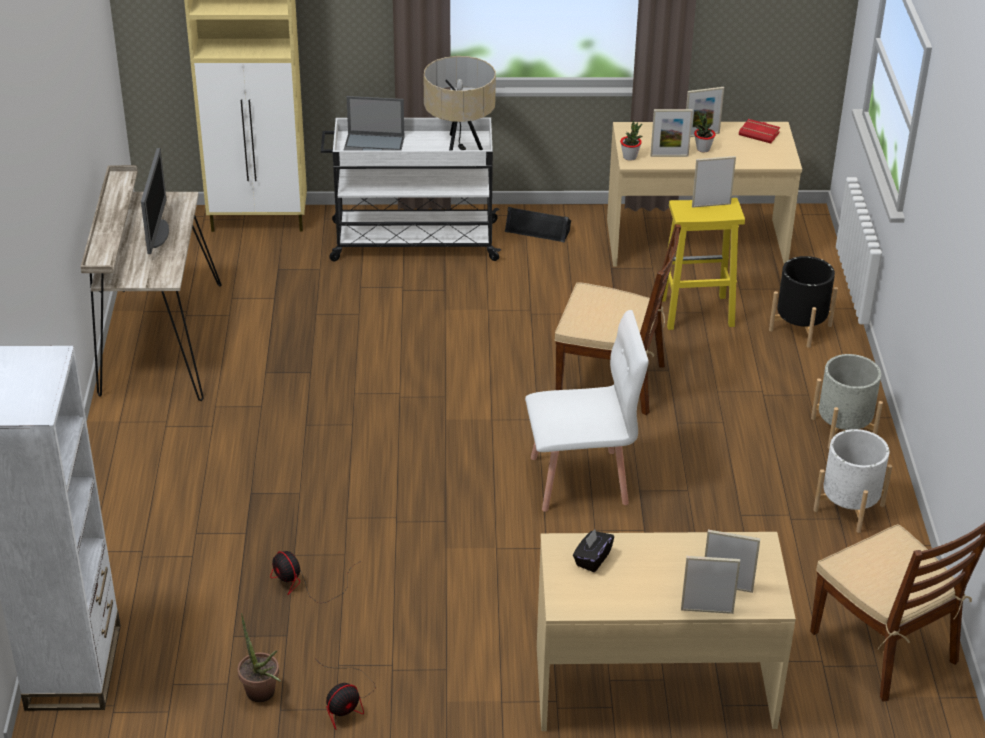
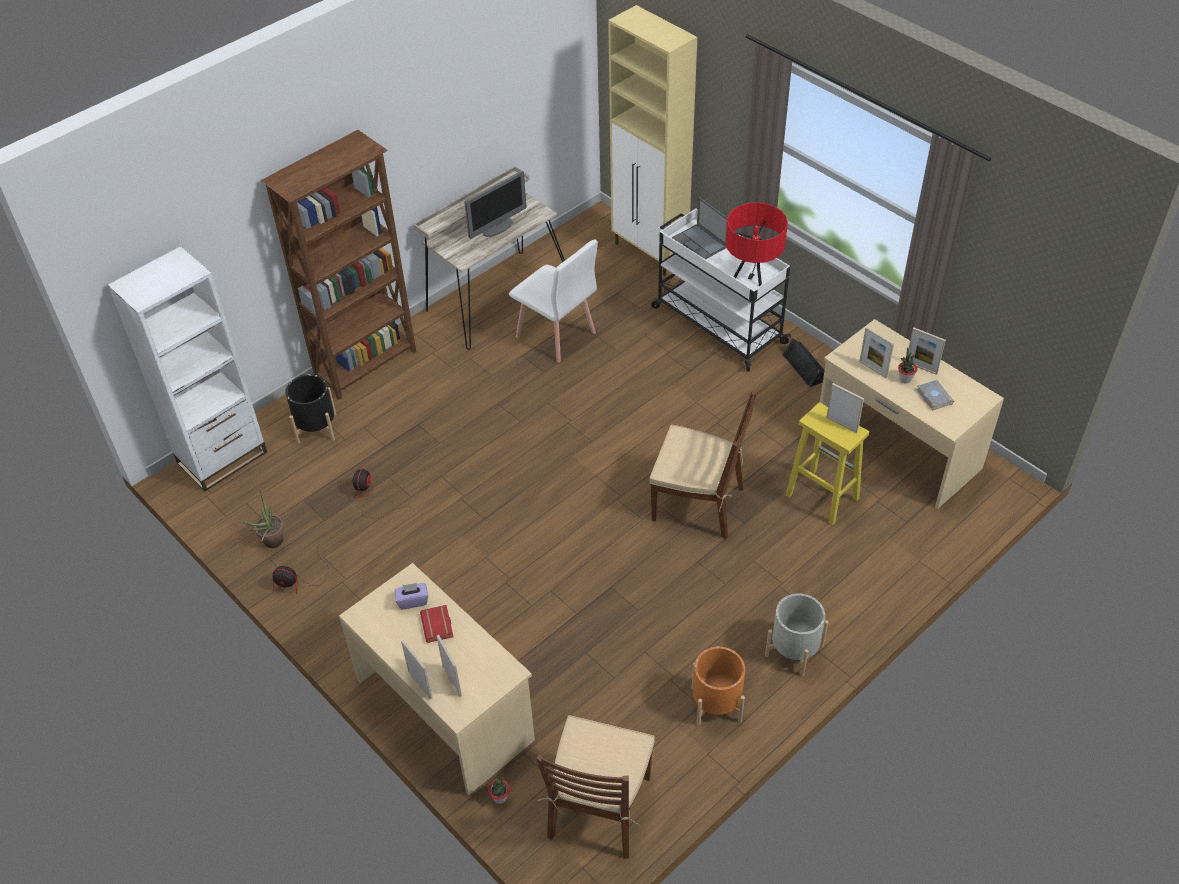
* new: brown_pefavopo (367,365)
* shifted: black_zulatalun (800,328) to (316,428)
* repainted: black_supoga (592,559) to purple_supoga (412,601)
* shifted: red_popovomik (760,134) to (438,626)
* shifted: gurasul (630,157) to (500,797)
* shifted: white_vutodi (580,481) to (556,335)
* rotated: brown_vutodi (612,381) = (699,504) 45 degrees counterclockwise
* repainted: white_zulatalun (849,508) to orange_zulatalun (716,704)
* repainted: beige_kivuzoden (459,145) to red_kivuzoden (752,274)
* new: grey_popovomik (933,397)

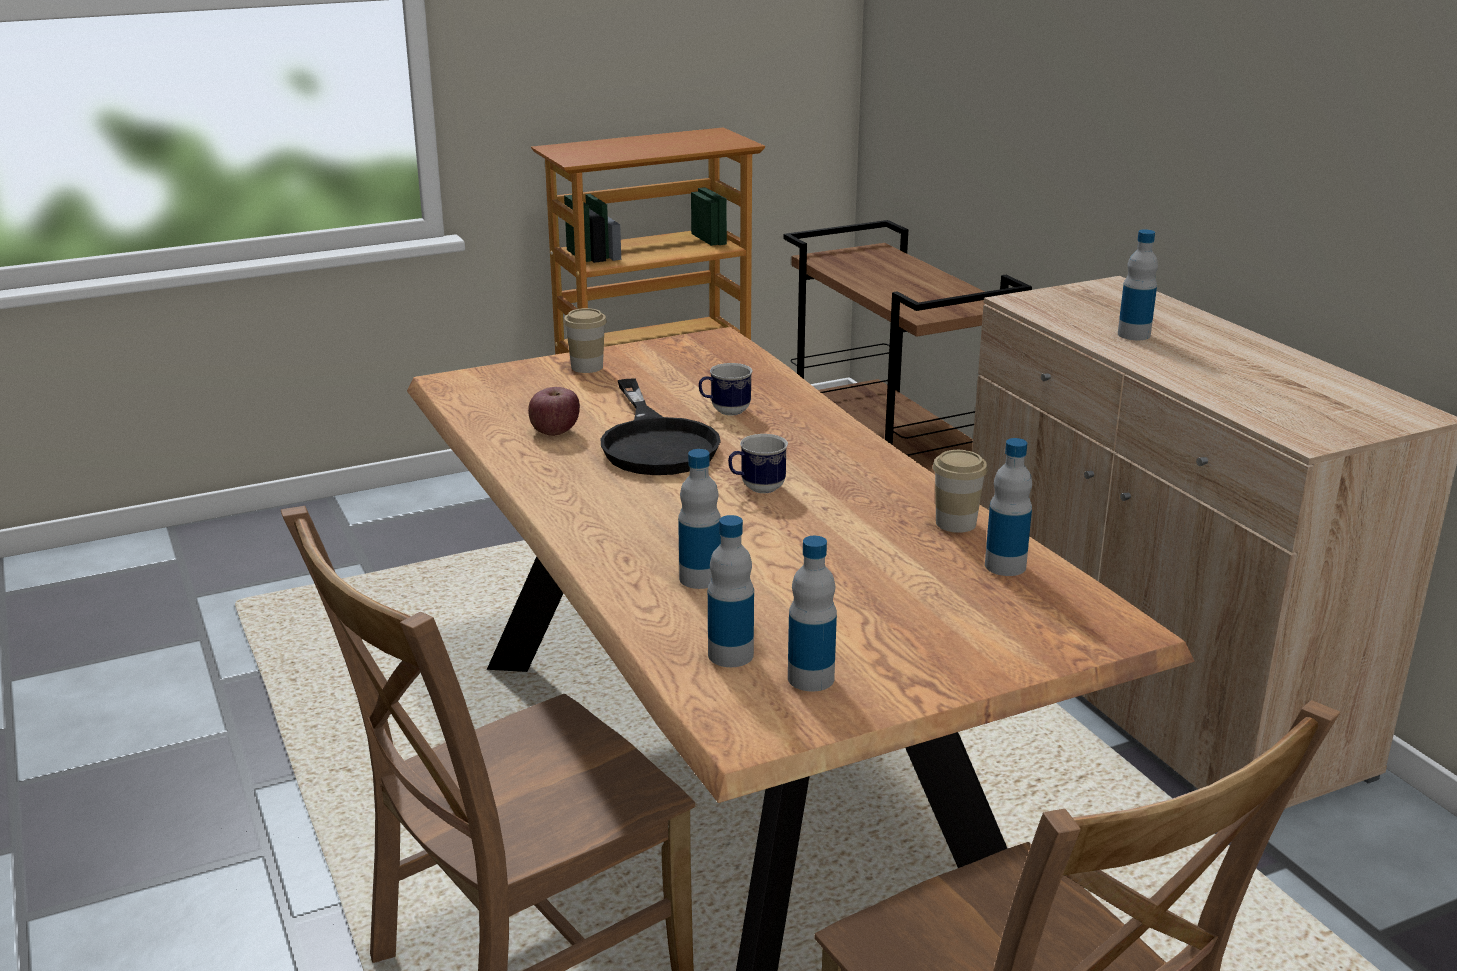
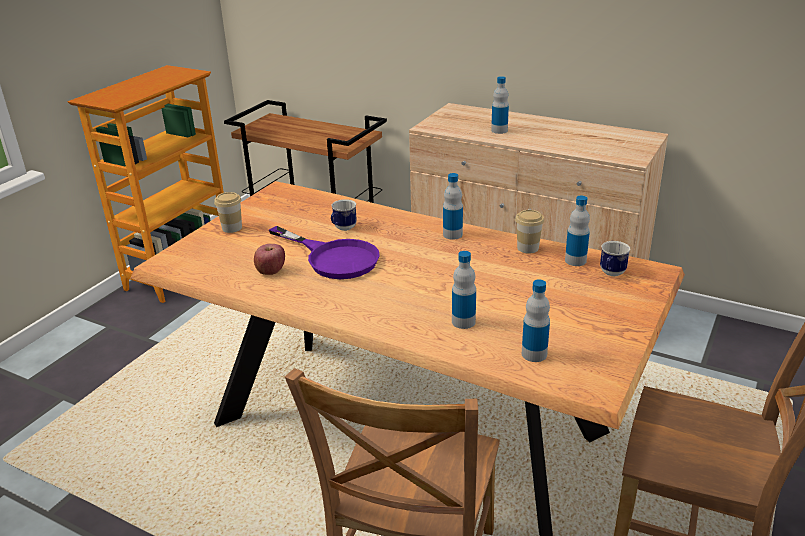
* repainted: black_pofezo (656,442) to purple_pofezo (334,258)
* shifted: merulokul (811,678) to (452,234)
* shifted: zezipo (756,488) to (611,274)

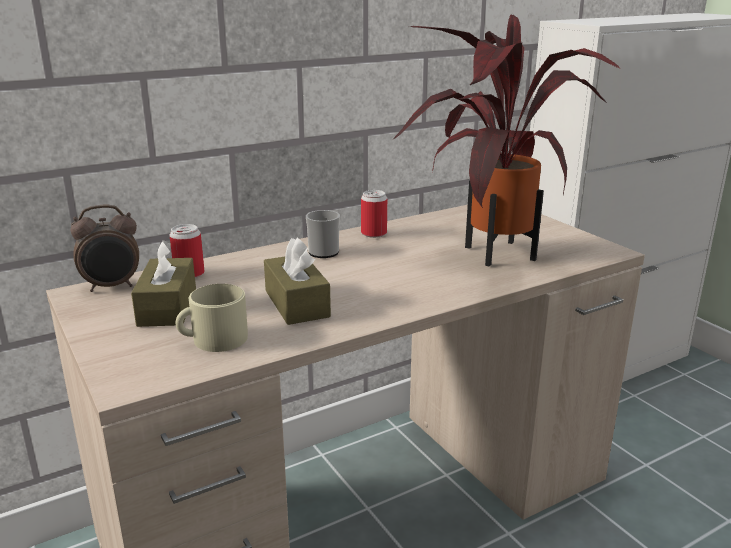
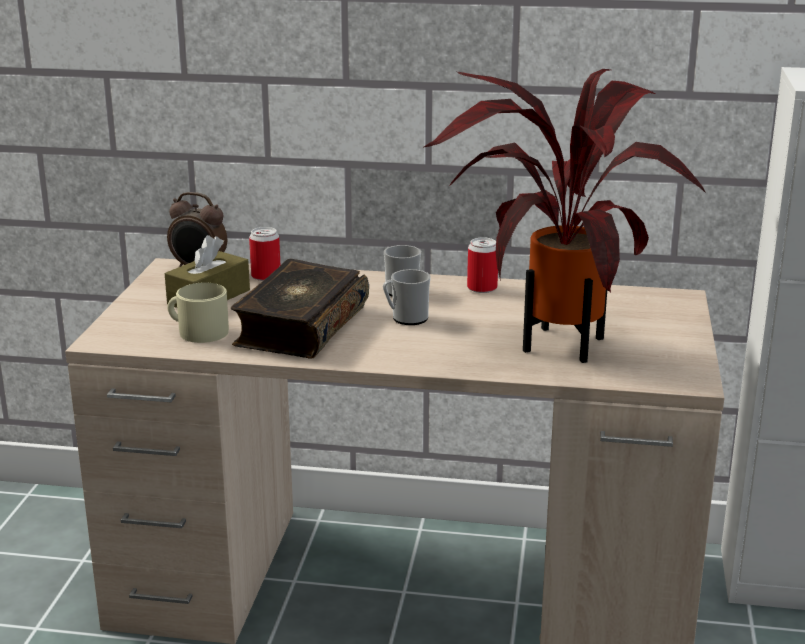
* swapped: brown_supoga (297,303) to popovomik (300,326)
* new: zezipo (406,318)

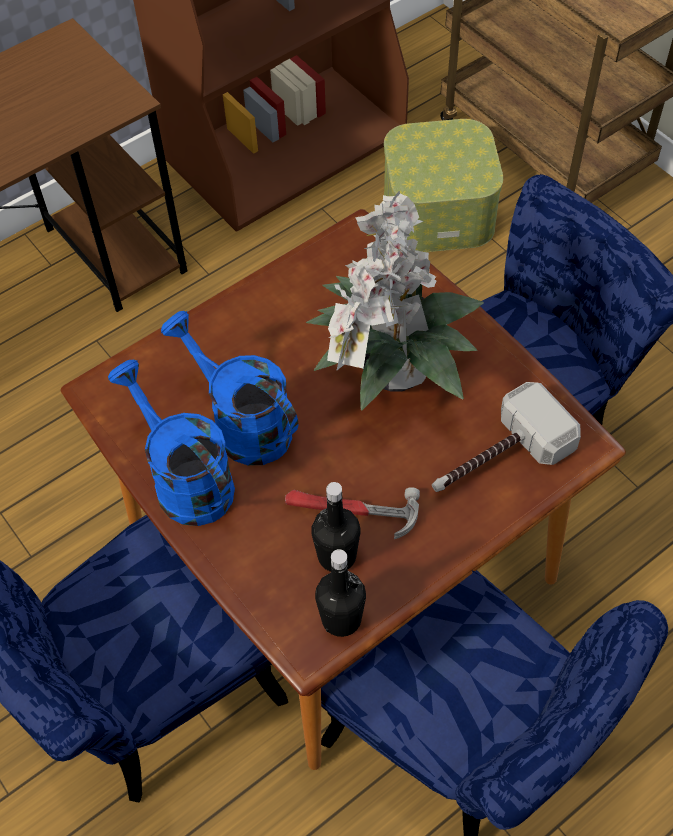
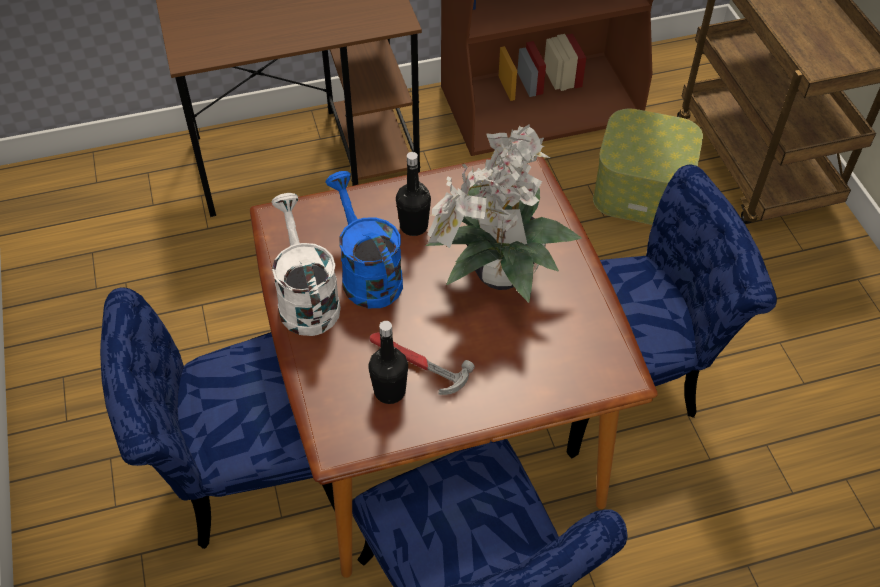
* repainted: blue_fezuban (185,479) to white_fezuban (306,299)
* shifted: black_merulokul (341,619) to (414,226)
* gone: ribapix (496,459)

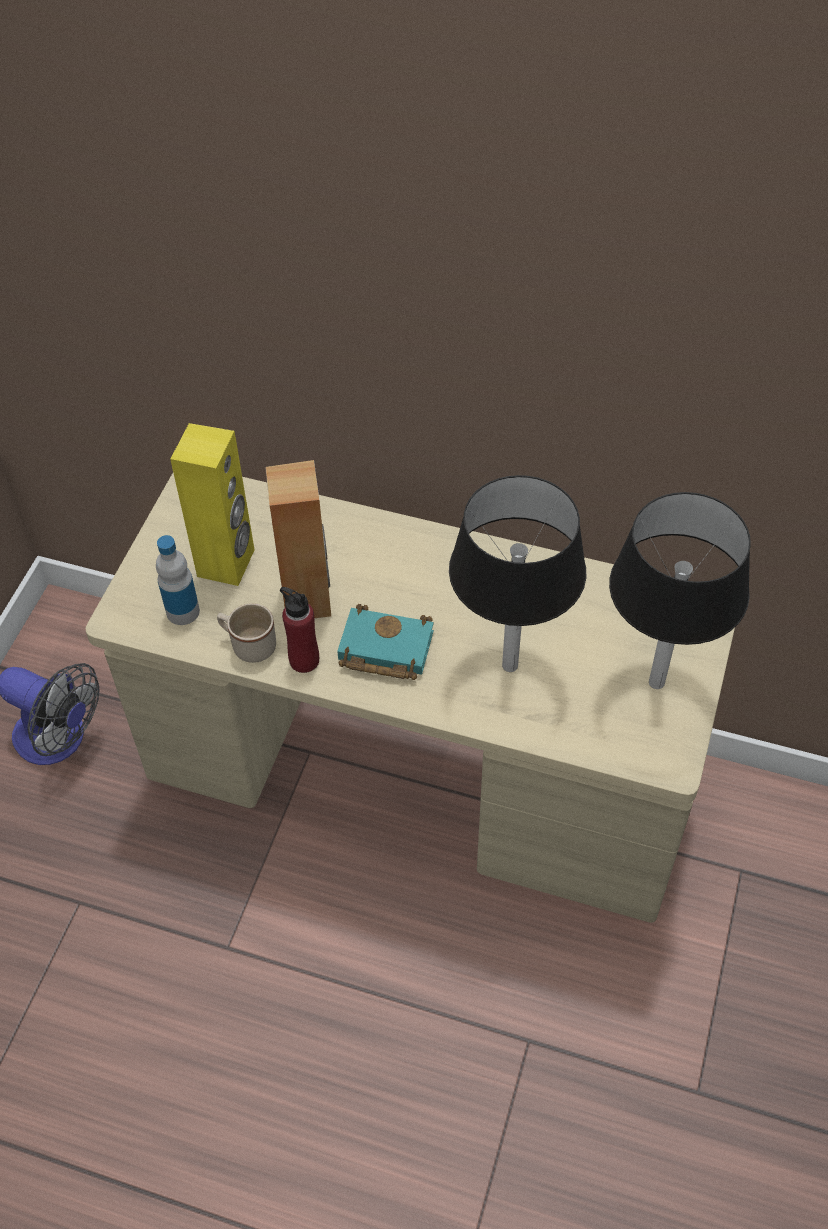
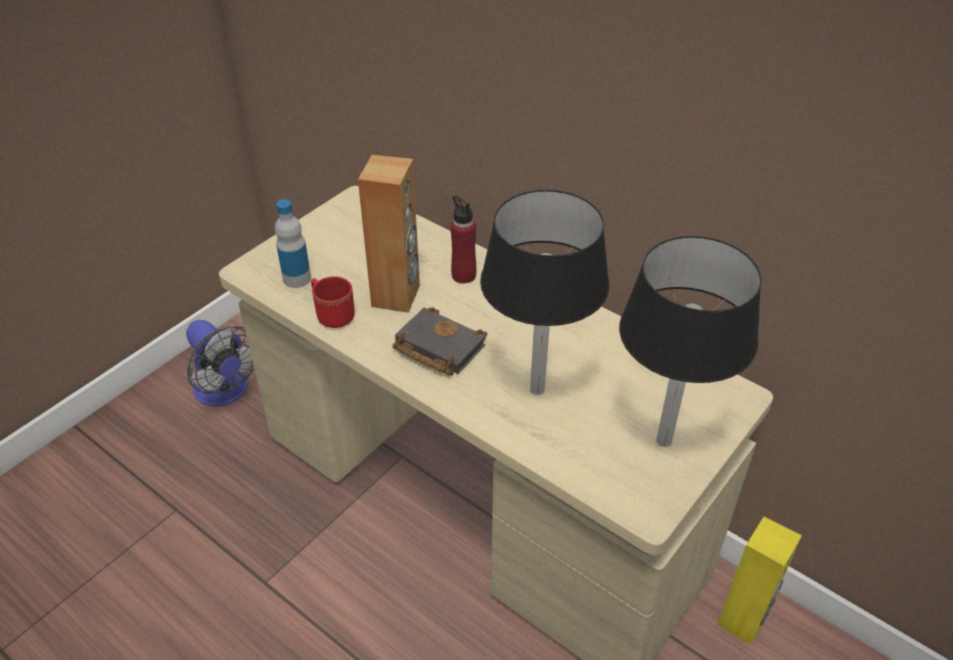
* repainted: beige_zezipo (248,645) to red_zezipo (332,314)
* repainted: turquoise_popovomik (382,649) to black_popovomik (436,347)
* shifted: red_merulokul (304,660) to (463,275)
* shifted: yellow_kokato (227,563) to (743,620)

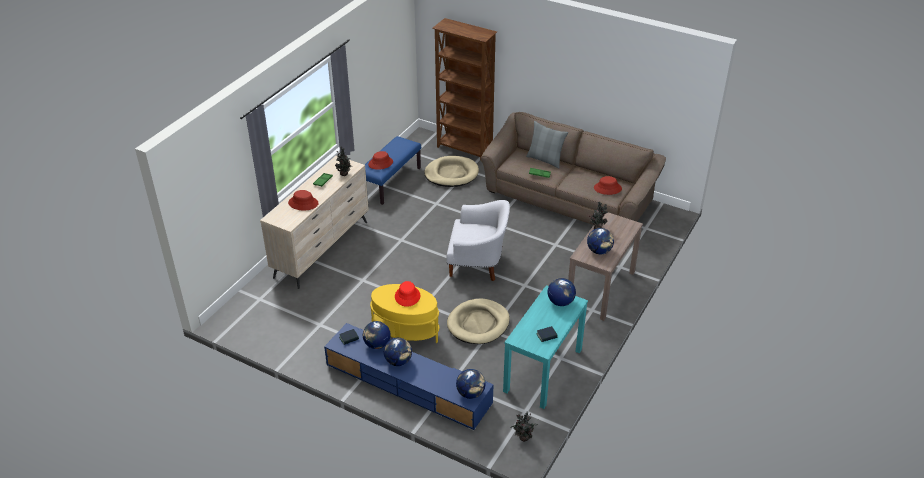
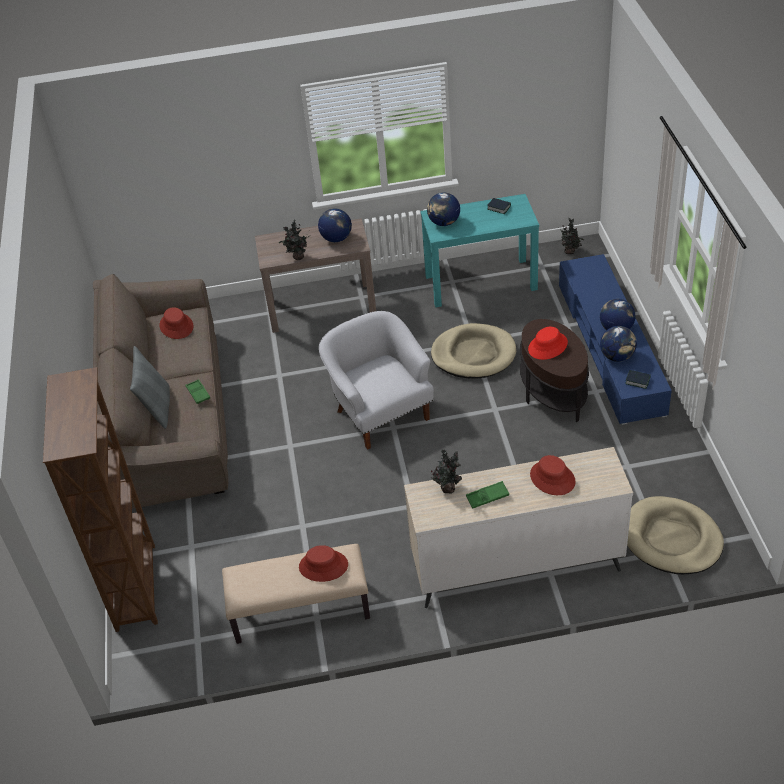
* repainted: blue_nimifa (390,182) to beige_nimifa (300,611)
* repainted: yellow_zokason (405,334) to brown_zokason (553,393)
* shifted: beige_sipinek (451,174) to (671,539)
* gone: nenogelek (470,393)

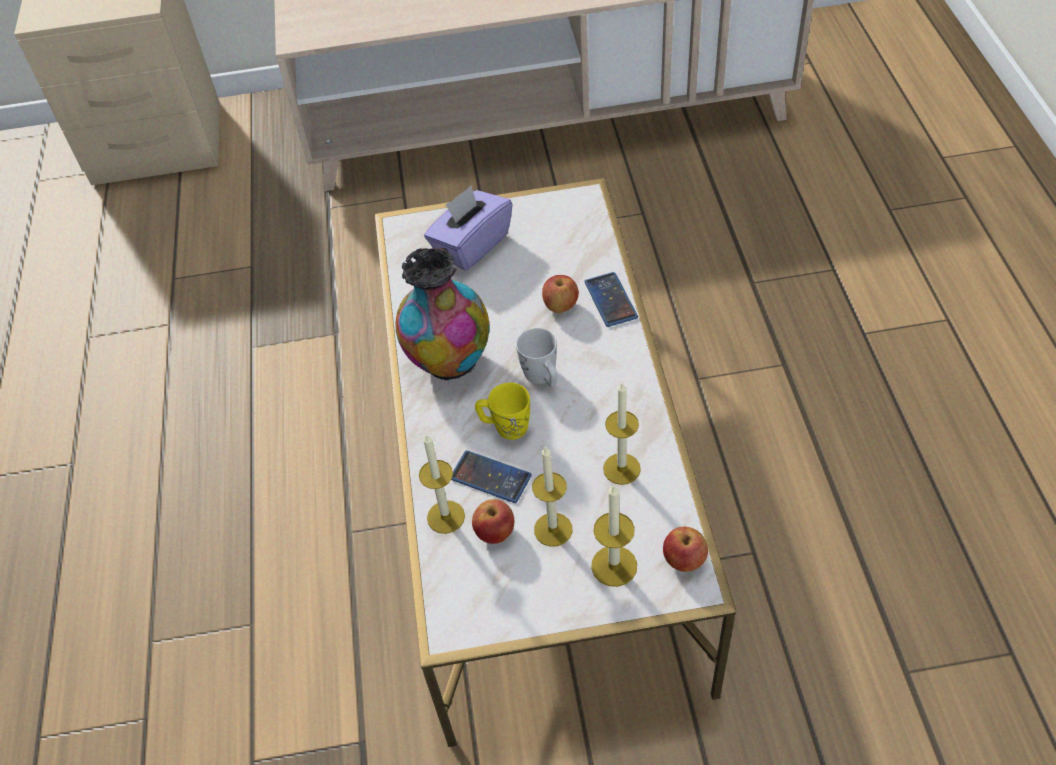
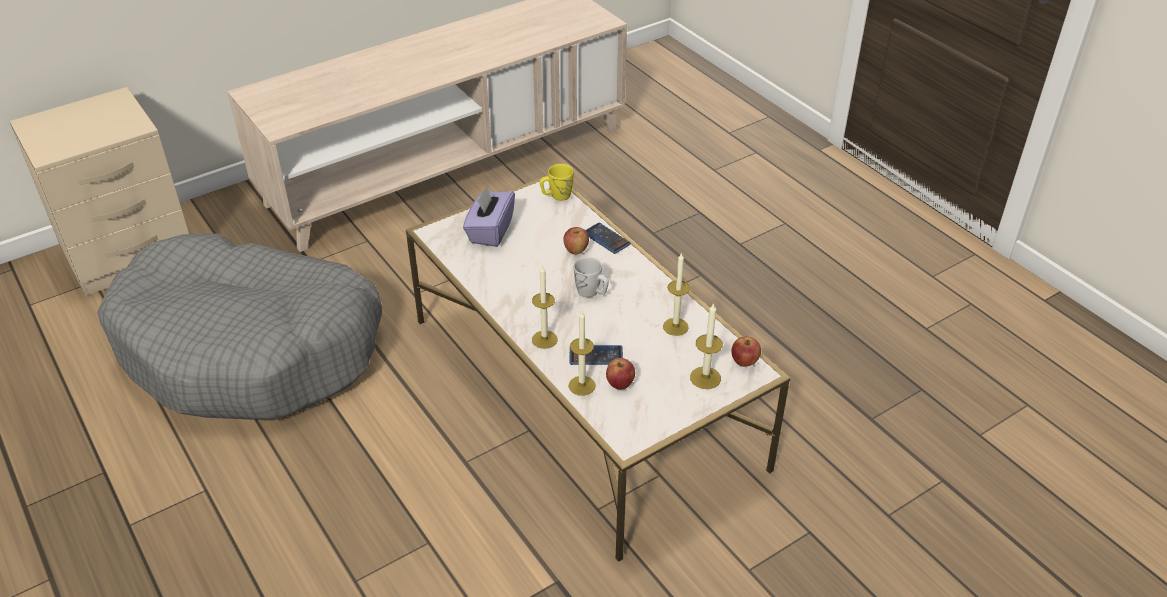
* new: grey_sipinek (251,349)
* shifted: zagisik (553,529) to (544,339)
* shifted: yellow_zezipo (505,427) to (556,196)
* gone: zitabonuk (448,361)

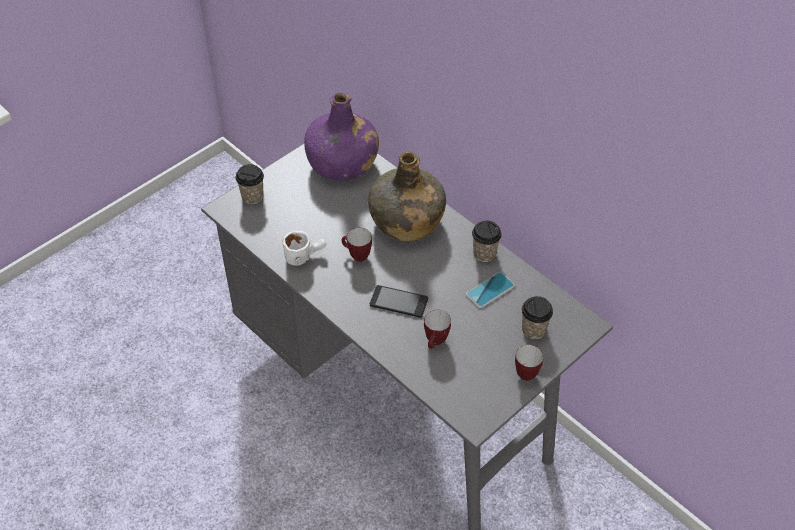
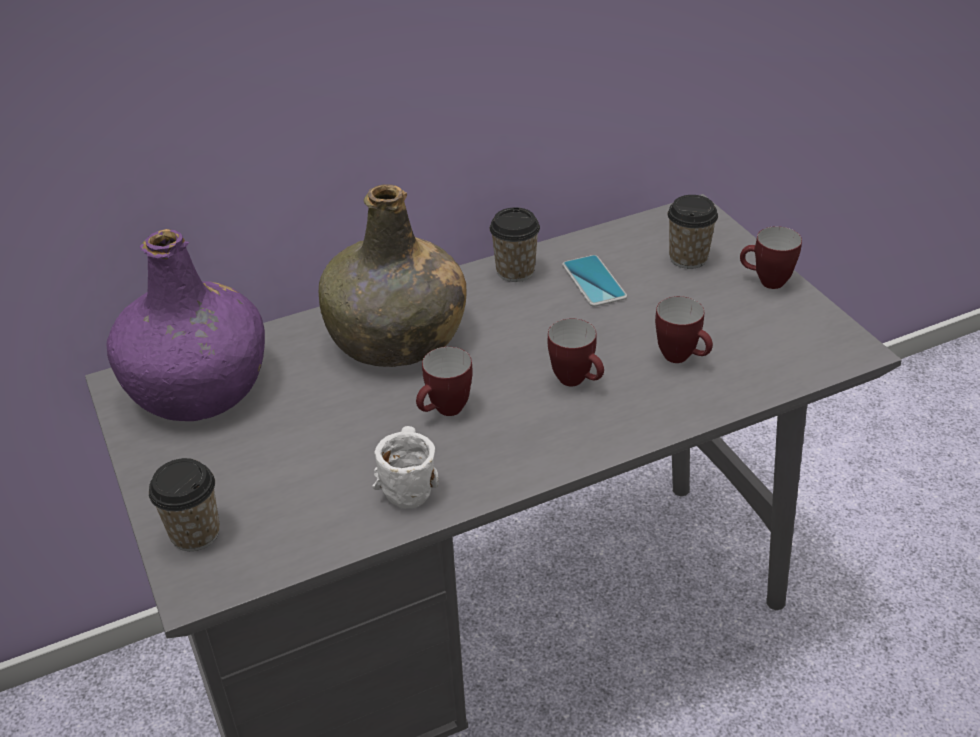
* swapped: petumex (398,302) to zezipo (577,381)

